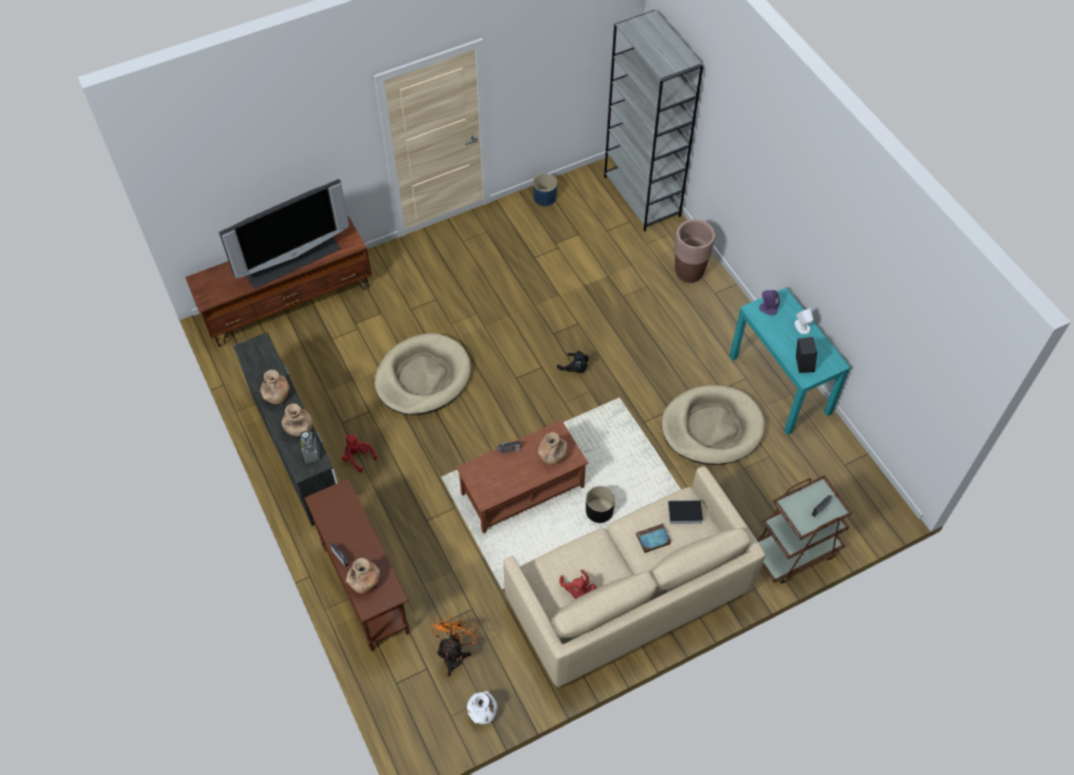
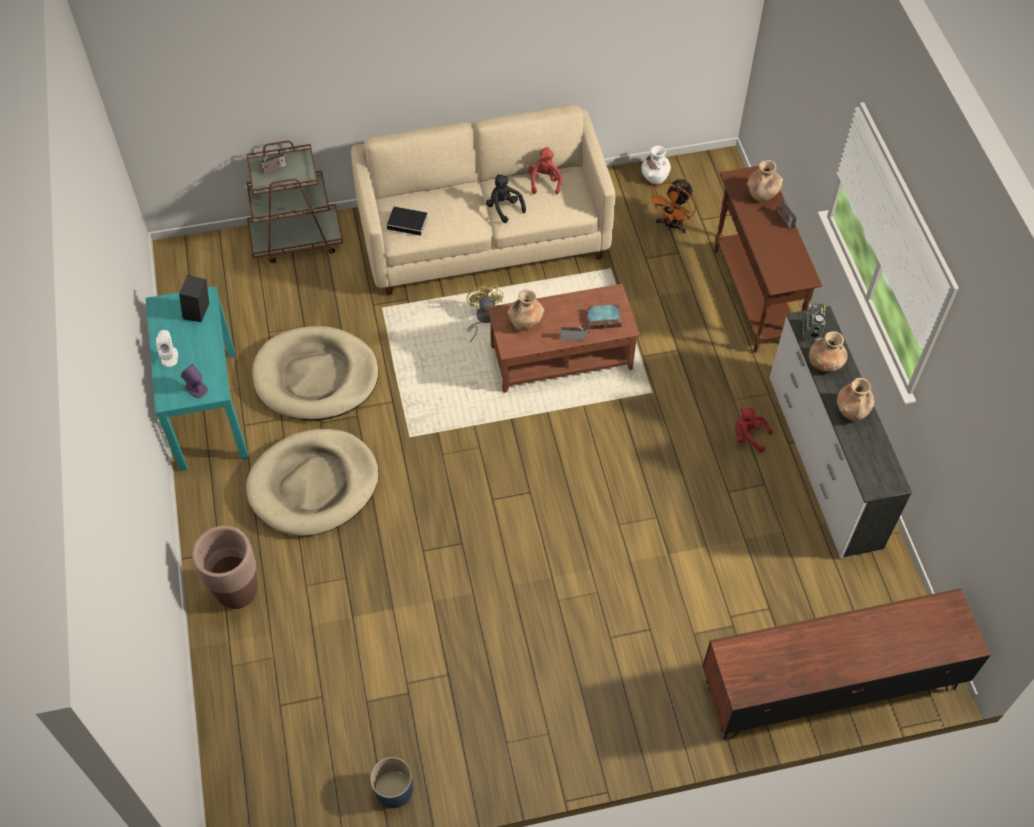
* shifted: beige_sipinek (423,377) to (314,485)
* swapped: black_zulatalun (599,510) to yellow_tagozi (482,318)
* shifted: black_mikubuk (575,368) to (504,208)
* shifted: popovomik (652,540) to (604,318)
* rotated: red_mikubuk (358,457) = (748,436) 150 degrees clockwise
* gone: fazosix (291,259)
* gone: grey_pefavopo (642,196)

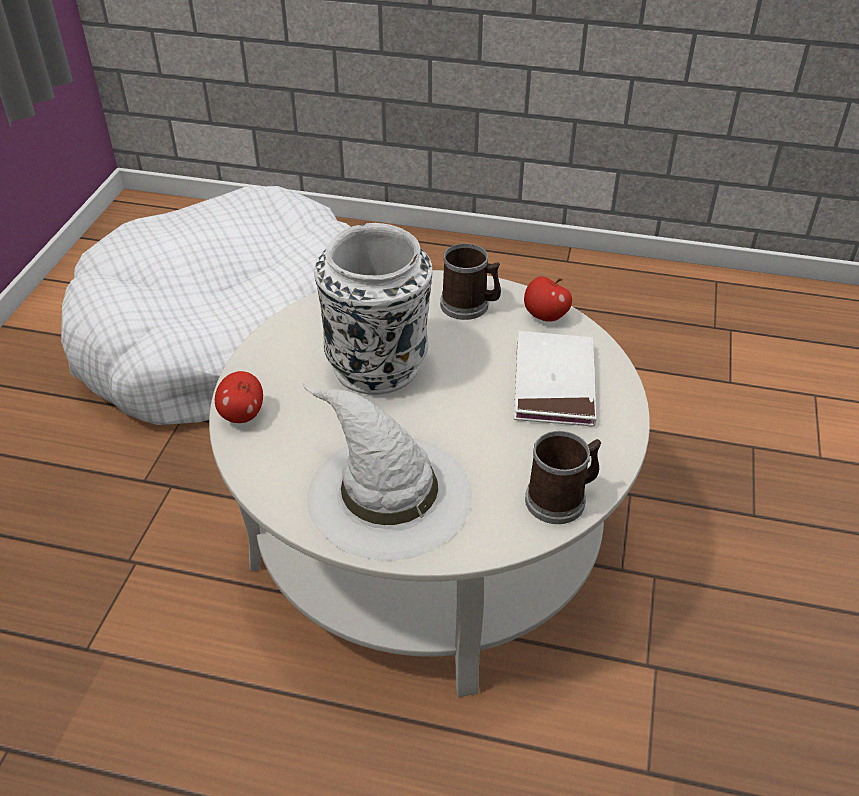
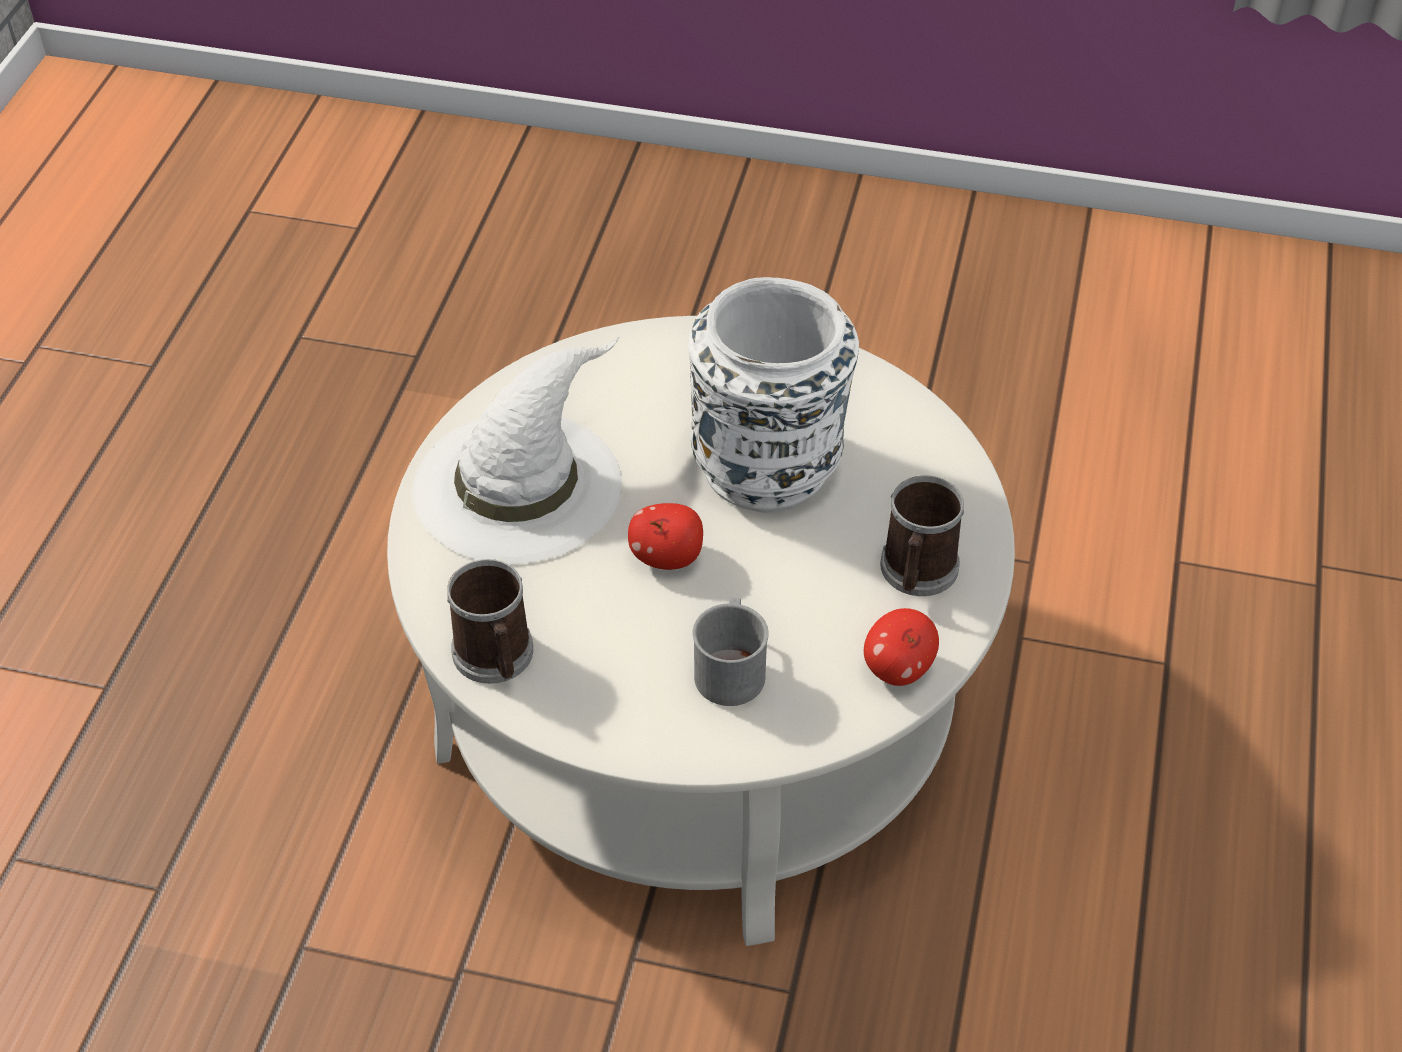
* shifted: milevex (242,415) to (667,557)
* swapped: white_popovomik (554,383) to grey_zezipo (730,668)
* gone: white_sipinek (227,336)

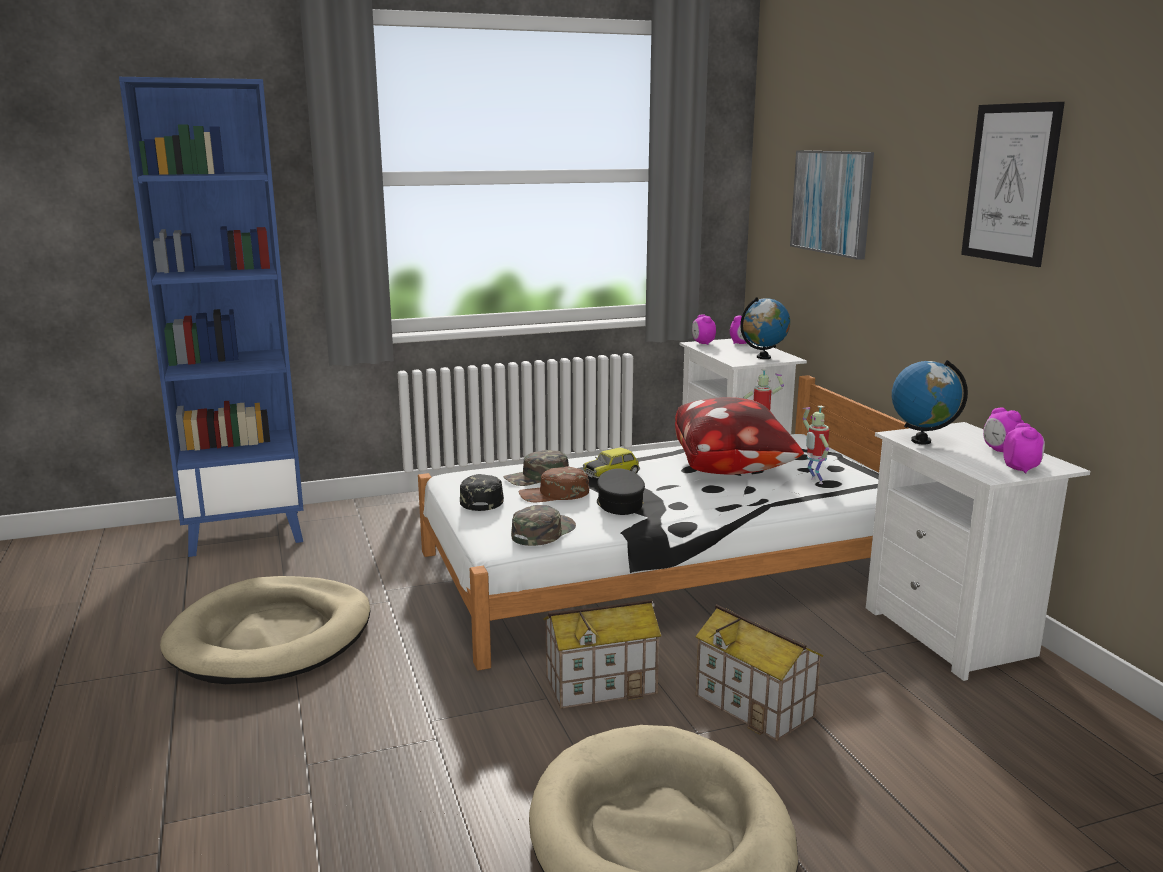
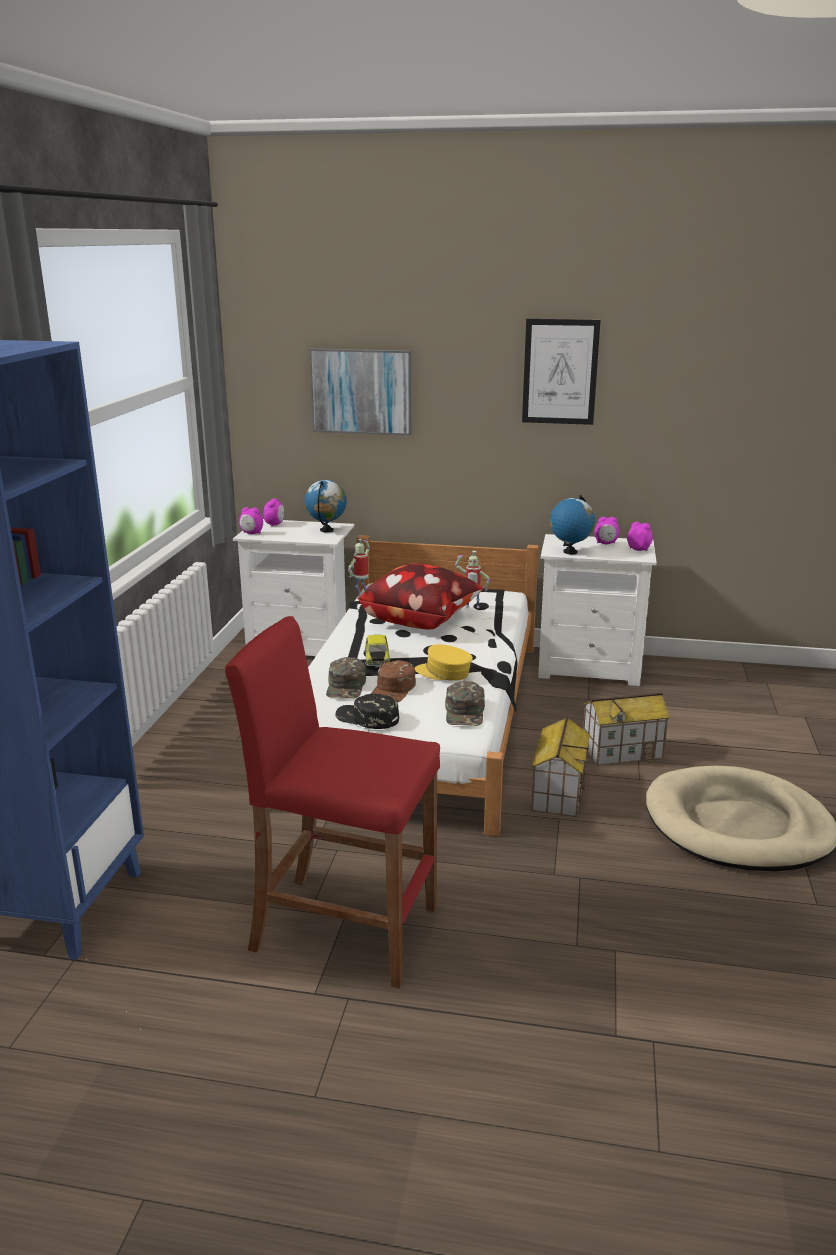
* swapped: beige_sipinek (272,637) to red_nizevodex (344,928)
* repainted: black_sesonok (619,504) to yellow_sesonok (444,673)
* rotated: green_sesonok (542,532) = (465,712) 150 degrees counterclockwise

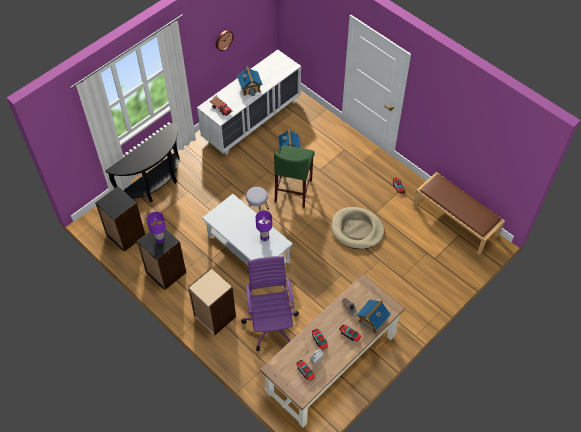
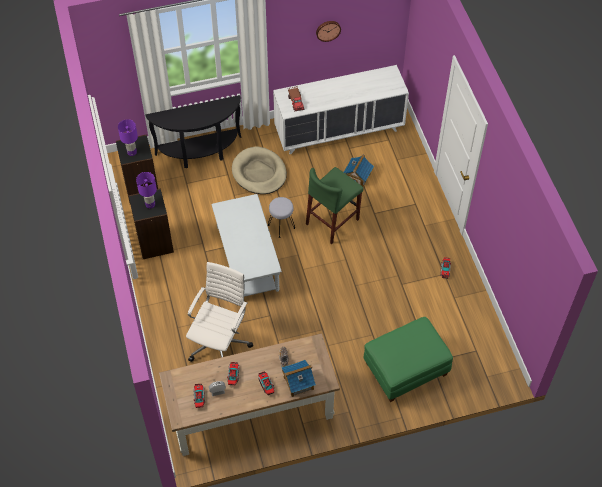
* shifted: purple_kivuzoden (265,237) to (132,152)
* repainted: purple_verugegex (271,324) to white_verugegex (220,342)
* shifted: beige_sipinek (357,230) to (259,173)
* new: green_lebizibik (406,369)
* gone: beige_pefavopo (214,317)
* gone: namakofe (250,87)
* gone: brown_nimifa (456,220)

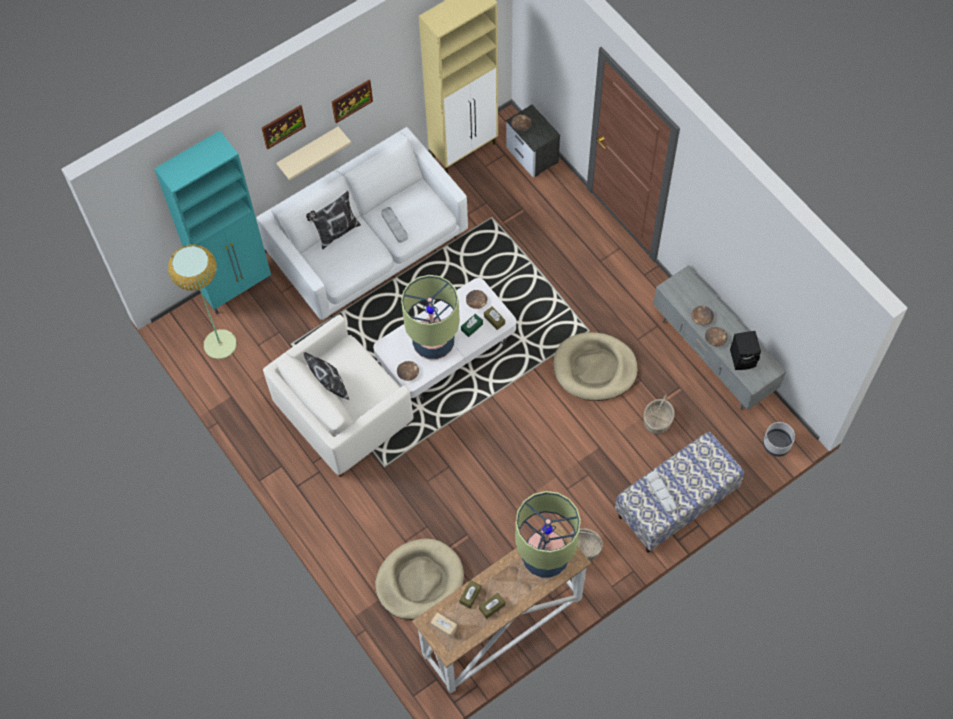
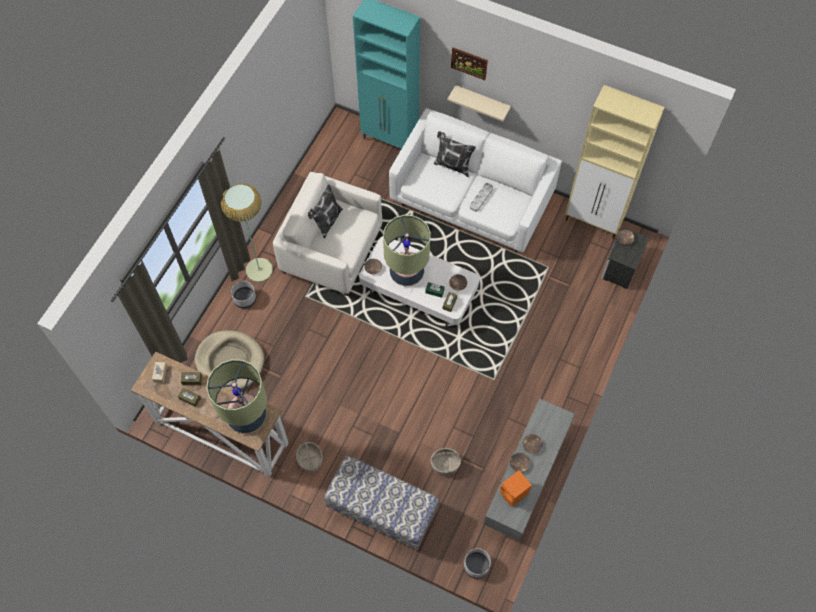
* shifted: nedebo (220,344) to (259,270)
* new: grey_zulatalun (245,299)
* repainted: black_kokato (743,358) to orange_kokato (514,494)
* gone: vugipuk (352,100)
* gone: beige_sipinek (594,368)
* gone: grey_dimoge (661,493)

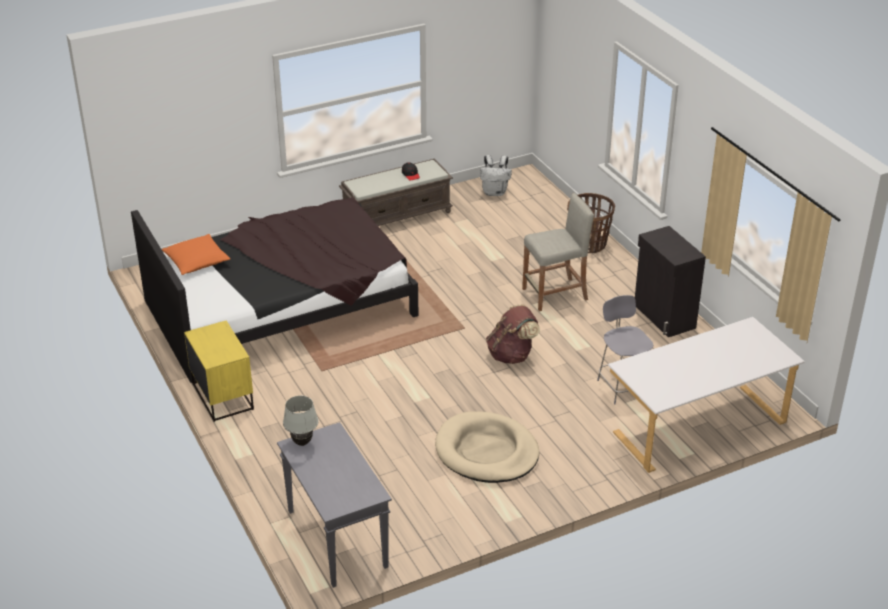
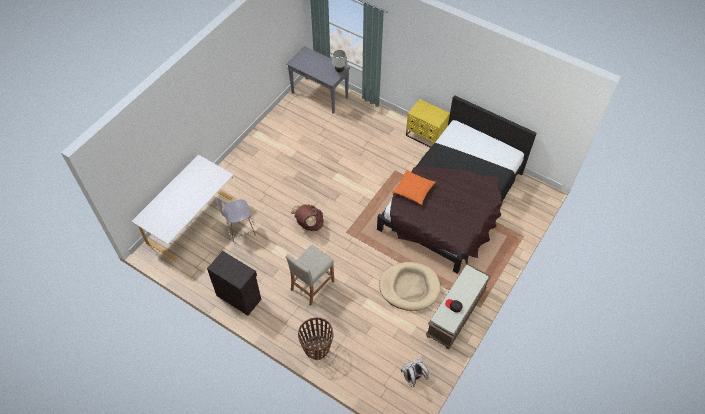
* rotated: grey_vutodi (623,386) = (240,229) 120 degrees clockwise
* shifted: beige_sipinek (486,452) to (409,287)
* shifted: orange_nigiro (196,261) to (413,190)

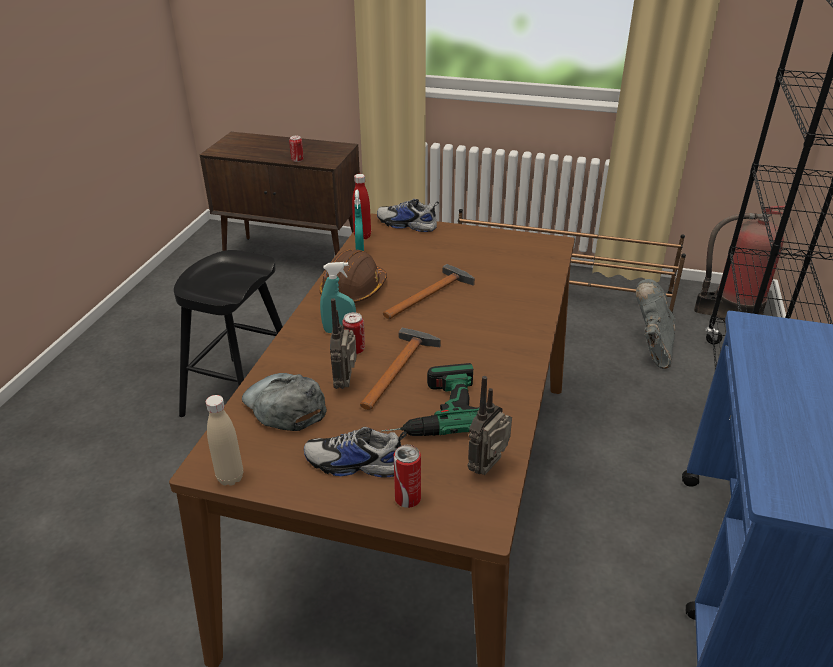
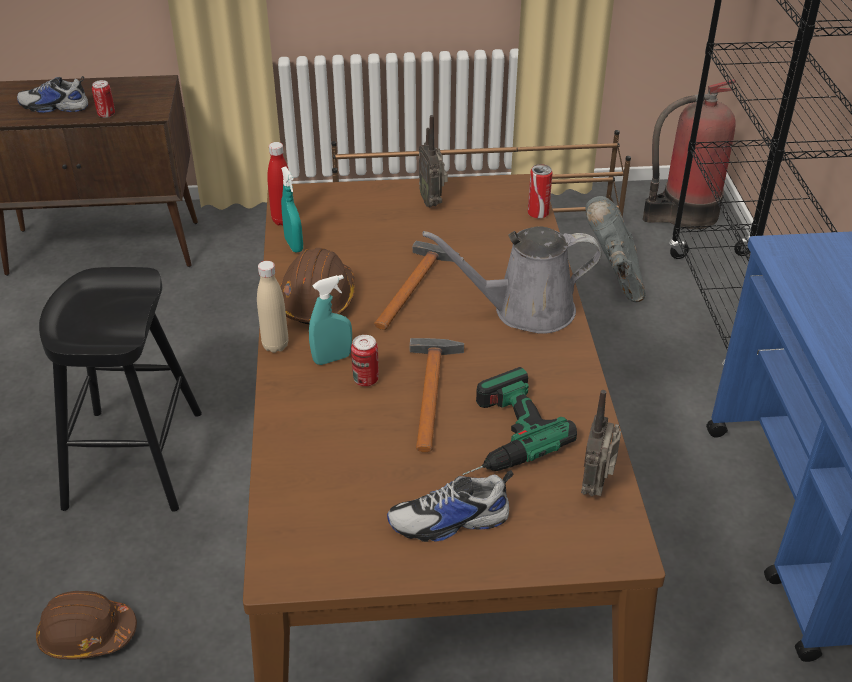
* shifted: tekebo (406,225) to (54,107)
* new: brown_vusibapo (87,634)
* shifted: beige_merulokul (230,477) to (275,345)
* shifted: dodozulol (346,383) to (432,202)
* new: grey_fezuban (525,310)
* shifted: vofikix (407,499) to (538,213)
* gone: grey_sesonok (284,405)

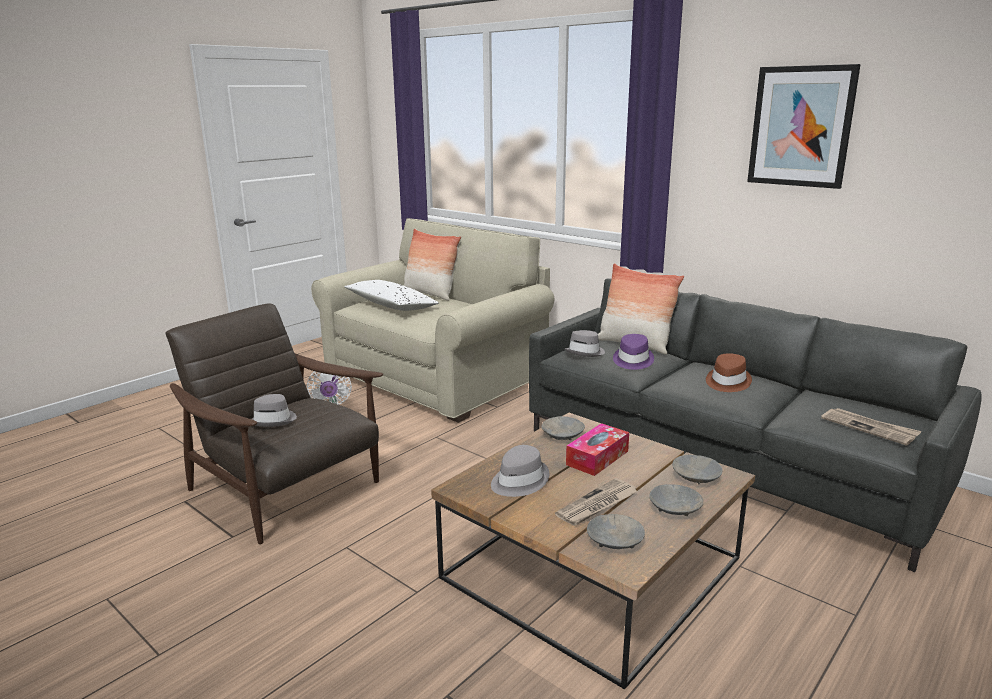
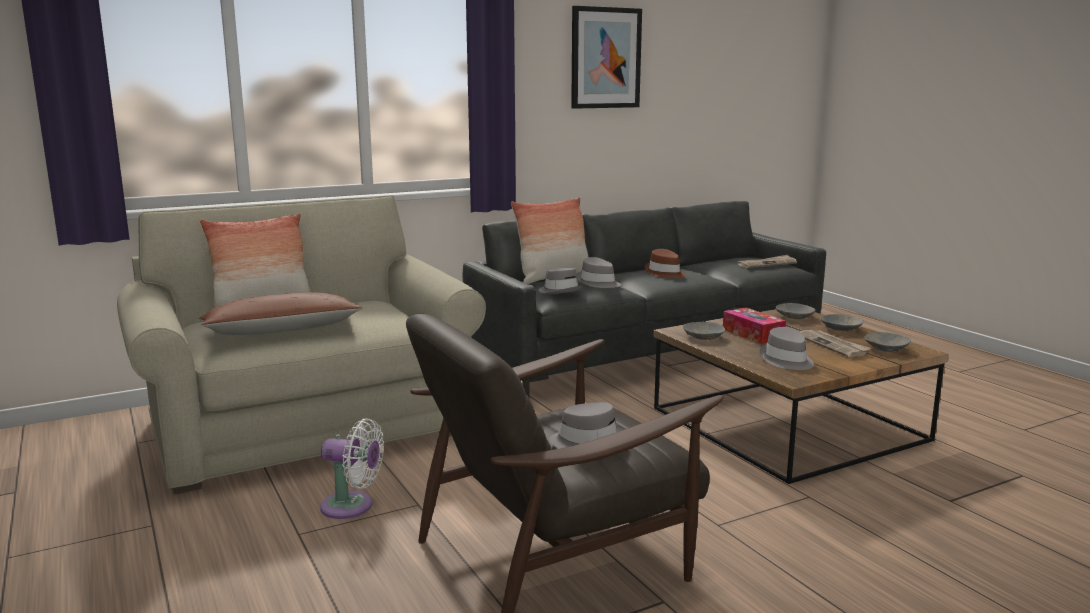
* repainted: white_nigiro (391,306) to brown_nigiro (281,331)
* repainted: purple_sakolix (632,360) to grey_sakolix (598,283)

